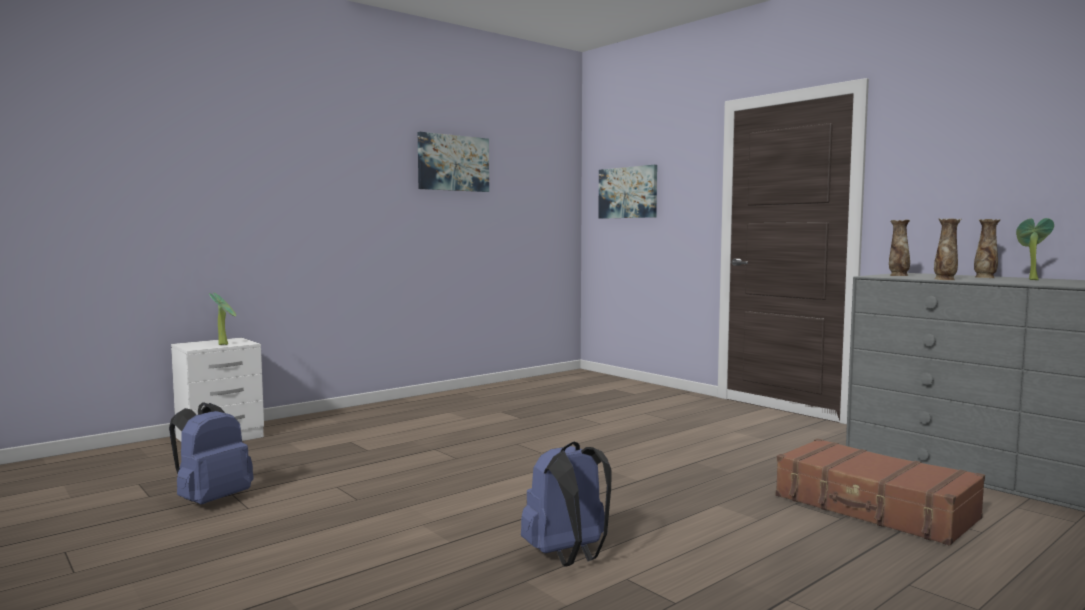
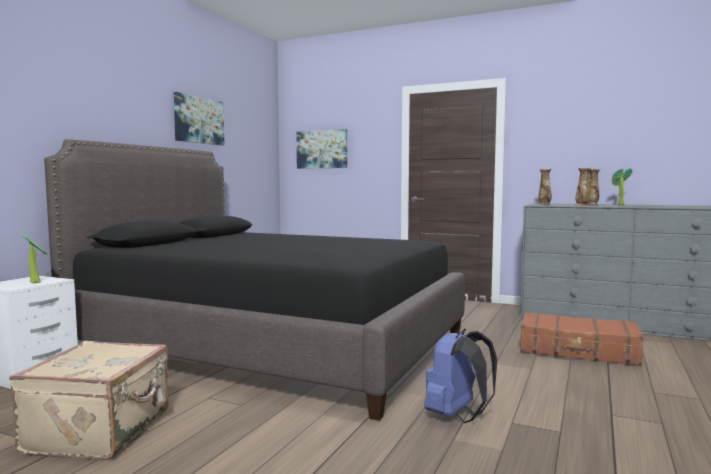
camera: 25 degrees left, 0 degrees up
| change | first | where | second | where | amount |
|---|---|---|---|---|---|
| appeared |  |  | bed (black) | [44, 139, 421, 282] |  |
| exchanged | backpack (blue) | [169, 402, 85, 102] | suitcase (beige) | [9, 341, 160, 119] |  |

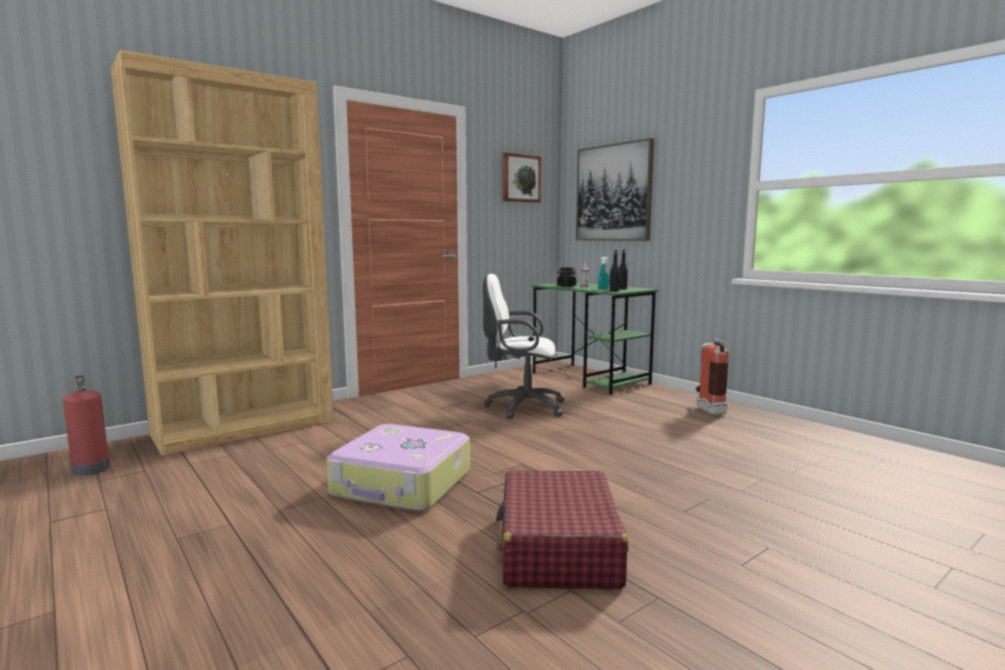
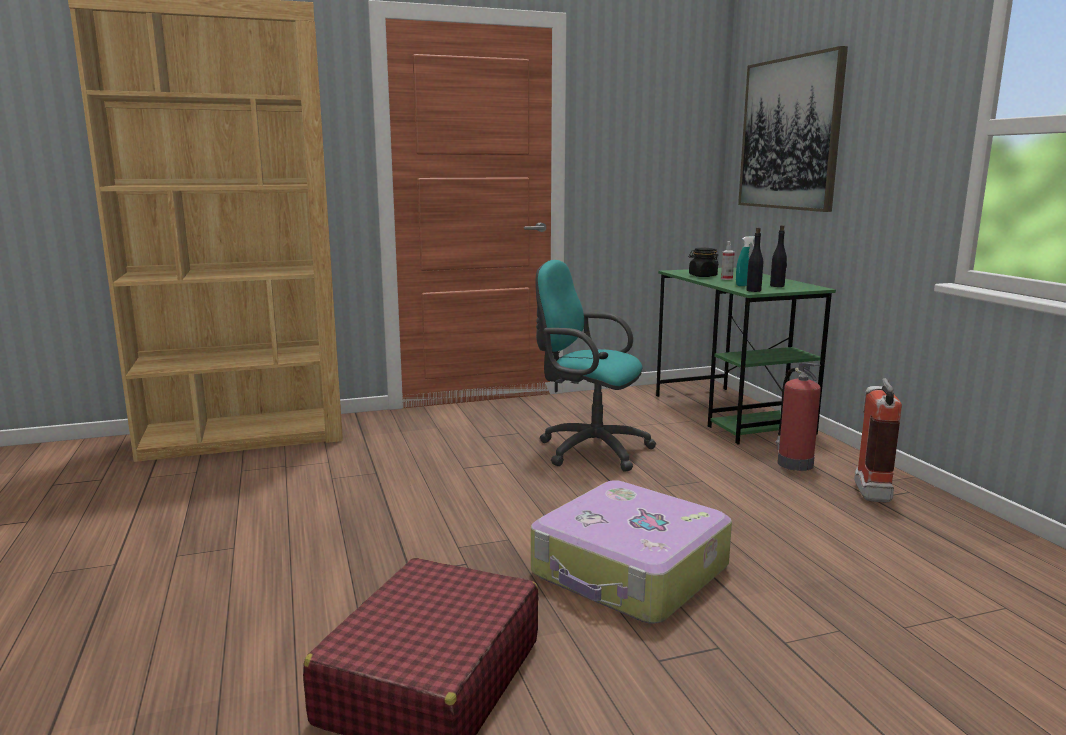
camera: 20 degrees right, 5 degrees up
| change | first | where | second | where | amount |
|---|---|---|---|---|---|
| missing | picture | [503, 153, 38, 50] |  |  |  |
| relocated | fire extinguisher | [63, 375, 47, 101] |  | [775, 363, 46, 108] |  |
| relocated | suitcase | [327, 424, 143, 87] |  | [531, 480, 201, 144] |  |
| colour | office chair (white) | [483, 274, 82, 145] | office chair (turquoise) | [536, 260, 120, 212] |  |

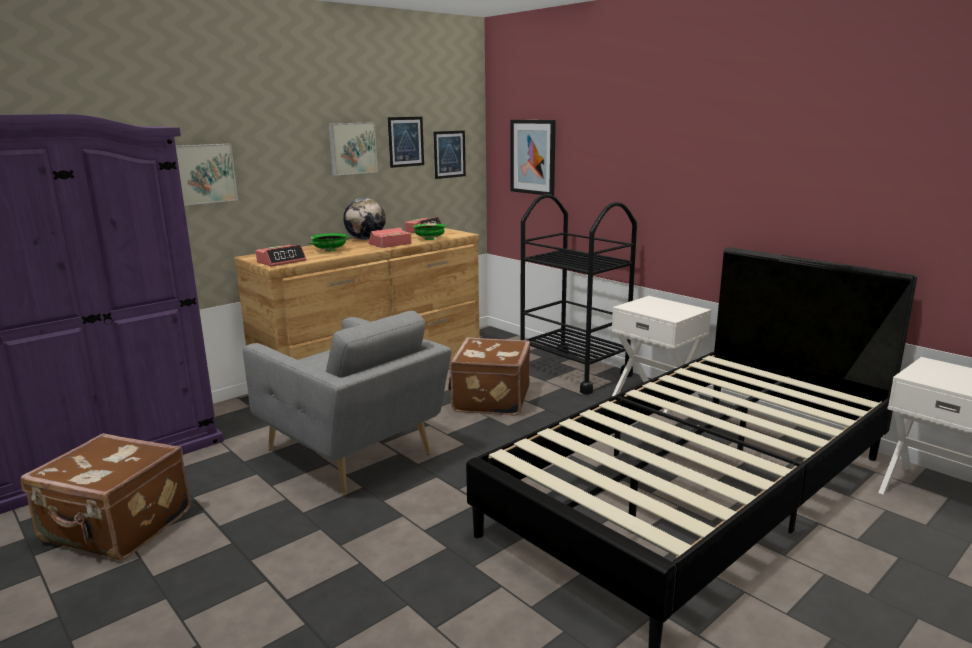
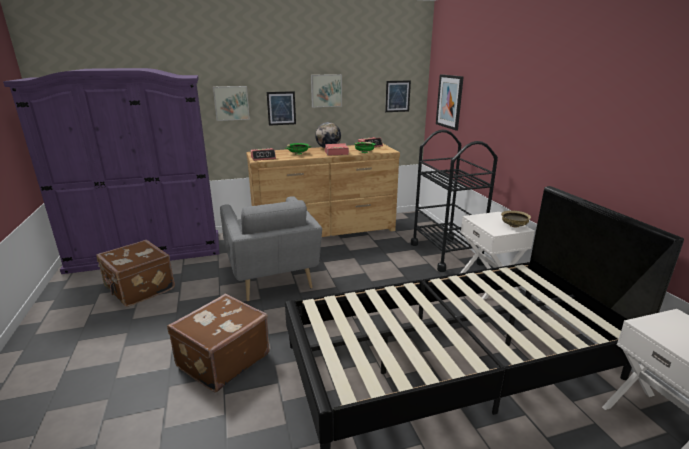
camera: 25 degrees right, 5 degrees up
| change | first | where | second | where | amount |
|---|---|---|---|---|---|
| appeared |  |  | bowl (beige) | [501, 211, 30, 17] |  |
| relocated | picture | [388, 117, 36, 51] |  | [267, 91, 29, 35] |  |
| relocated | suitcase (brown) | [448, 337, 82, 79] |  | [167, 294, 103, 99] |  |

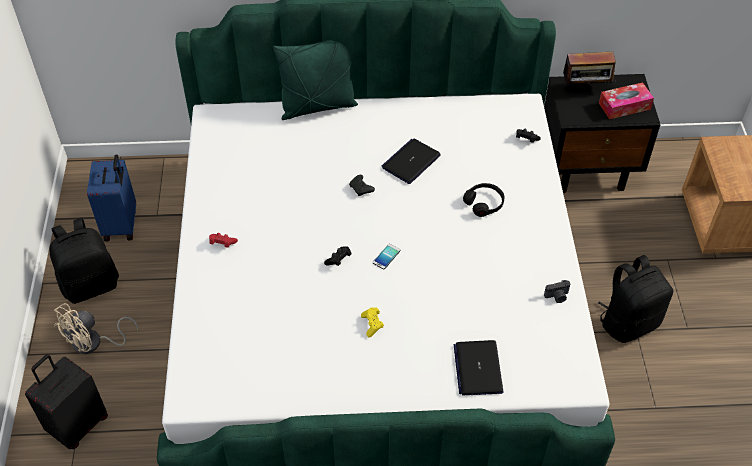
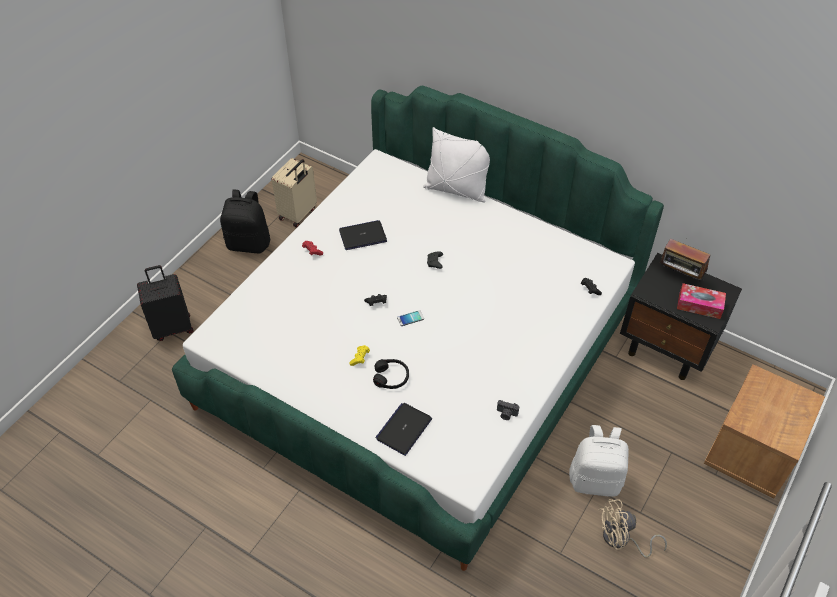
camera: 35 degrees right, 0 degrees up
| change | first | where | second | where | amount |
|---|---|---|---|---|---|
| relocated | fan (beige) | [54, 303, 85, 51] |  | [598, 499, 69, 59] |  |
| relocated | laptop | [382, 139, 59, 45] |  | [339, 220, 48, 30] |  |
| relocated | headphones (black) | [463, 183, 41, 34] |  | [373, 359, 36, 30] |  |
| colour | suitcase (blue) | [87, 154, 49, 88] | suitcase (beige) | [272, 158, 45, 69] |  |
| colour | pillow (green) | [273, 40, 85, 80] | pillow (white) | [423, 127, 67, 75] |  |
| colour | backpack (black) | [598, 255, 75, 88] | backpack (white) | [569, 425, 60, 71] |  |

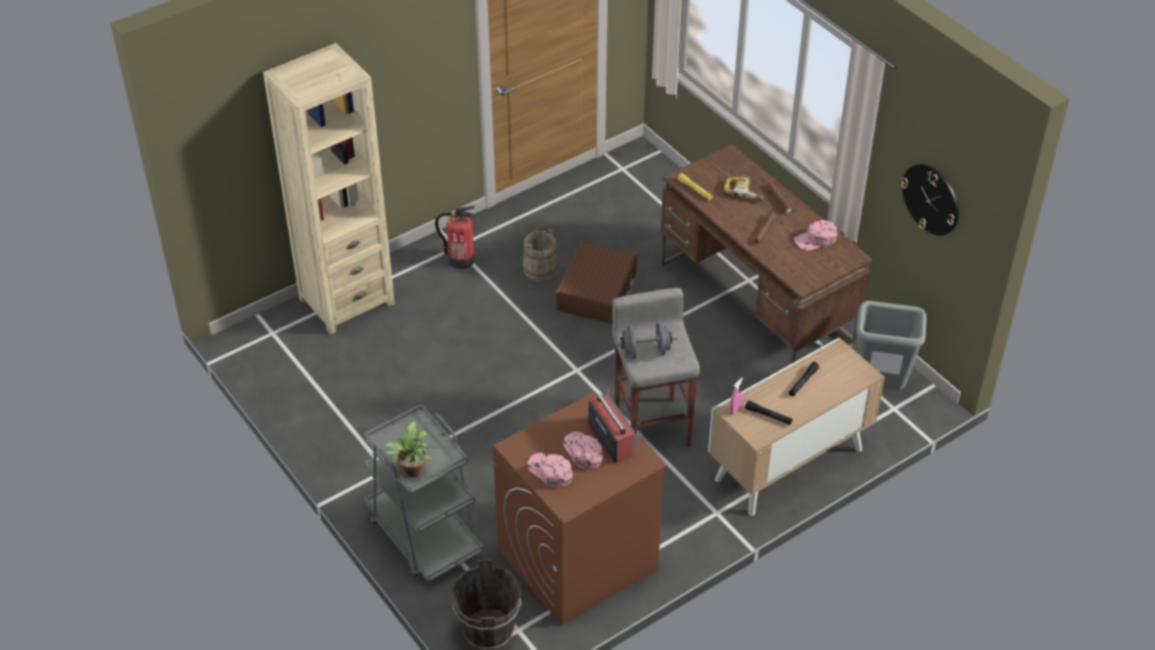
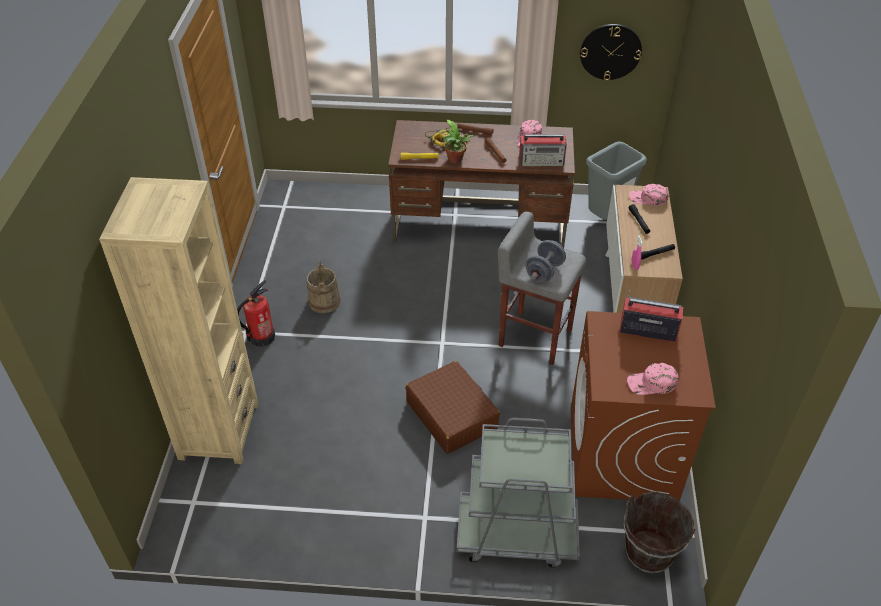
camera: 50 degrees left, 0 degrees up
| change | first | where | second | where | amount |
|---|---|---|---|---|---|
| appeared |  |  | radio | [519, 134, 48, 33] |  |
| relocated | potted plant | [384, 421, 48, 56] |  | [443, 120, 31, 44] |  |
| relocated | suitcase (brown) | [556, 241, 81, 83] |  | [406, 361, 94, 93] |  |
| relocated | cap (pink) | [563, 432, 40, 38] |  | [629, 184, 39, 22] |  |

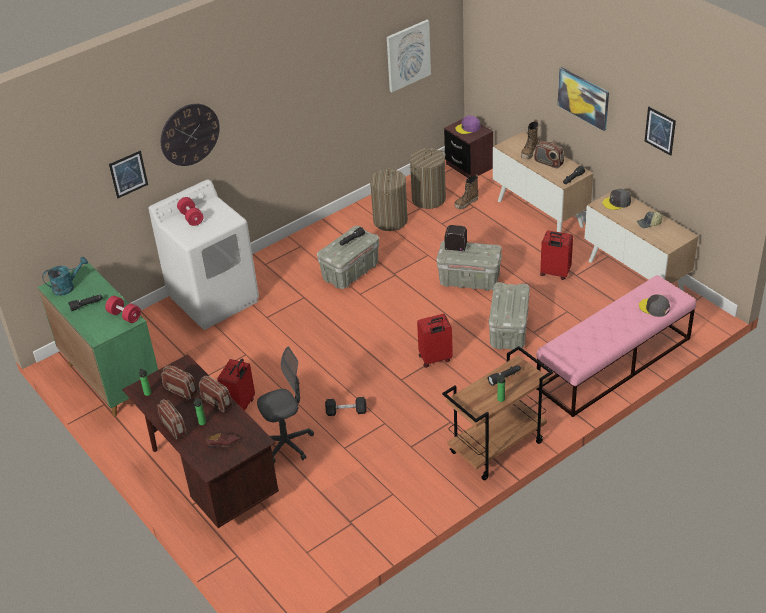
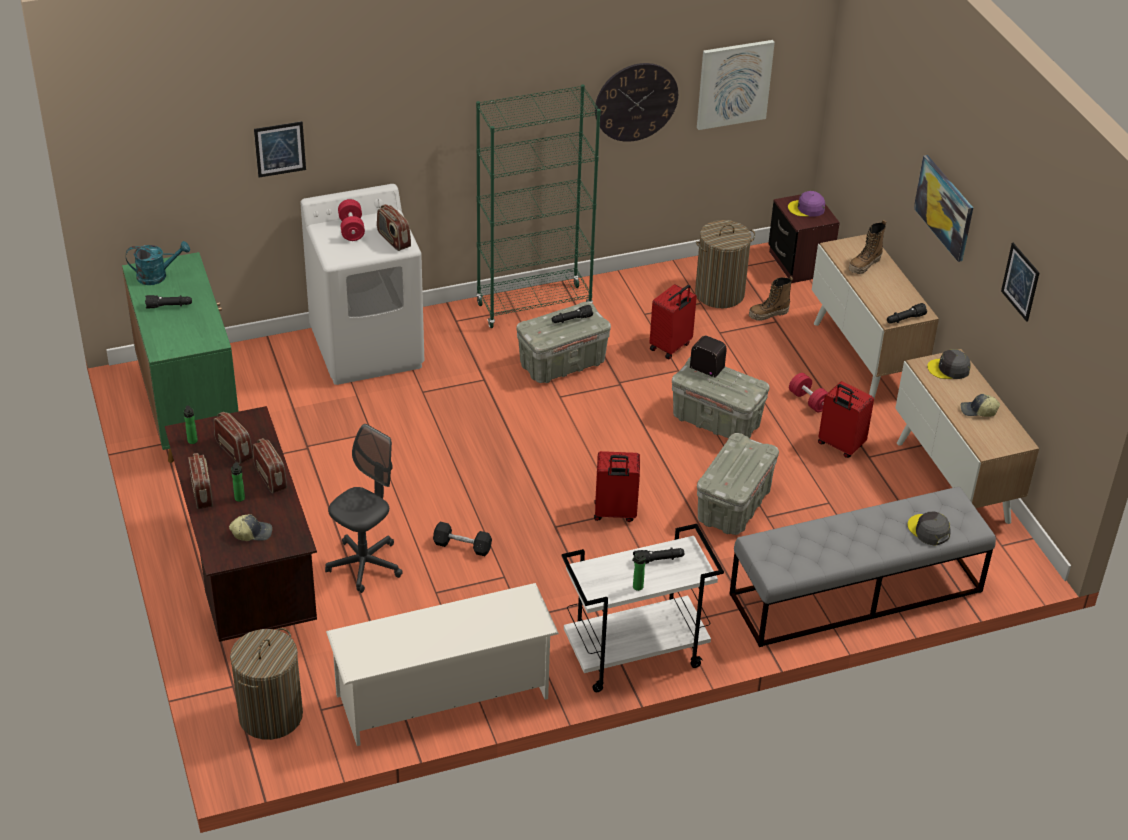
camera: 15 degrees right, 0 degrees up
| change | first | where | second | where | amount |
|---|---|---|---|---|---|
| appeared |  |  | shoe rack (white) | [326, 583, 233, 163] |  |
| appeared |  |  | bookcase (green) | [476, 85, 125, 243] |  |
| relocated | dumbbell (red) | [105, 296, 36, 27] |  | [789, 373, 39, 39] |  |
| relocated | wall clock | [161, 104, 59, 62] |  | [595, 63, 83, 79] |  |
| relocated | suitcase (red) | [217, 359, 38, 52] |  | [650, 284, 47, 75] |  |
| relocated | laundry basket | [370, 168, 38, 63] |  | [230, 628, 73, 112] |  |
| relocated | radio | [534, 141, 30, 28] |  | [377, 204, 34, 47] |  |
| exchanged | shoe (brown) | [206, 433, 34, 15] | cap | [229, 514, 43, 27] |  |
| colour | cart (brown) | [442, 346, 111, 134] | cart (white) | [562, 524, 162, 168] |  |
| colour | bench (pink) | [536, 275, 160, 142] | bench (grey) | [730, 487, 266, 160] |  |
| spun | office chair (grey) | [257, 347, 57, 116] |  | [325, 424, 78, 169] | 45 degrees counterclockwise |

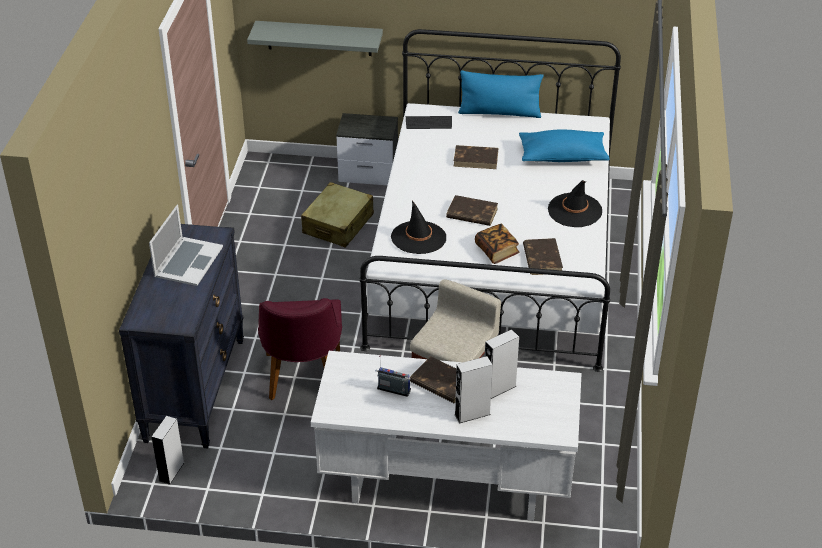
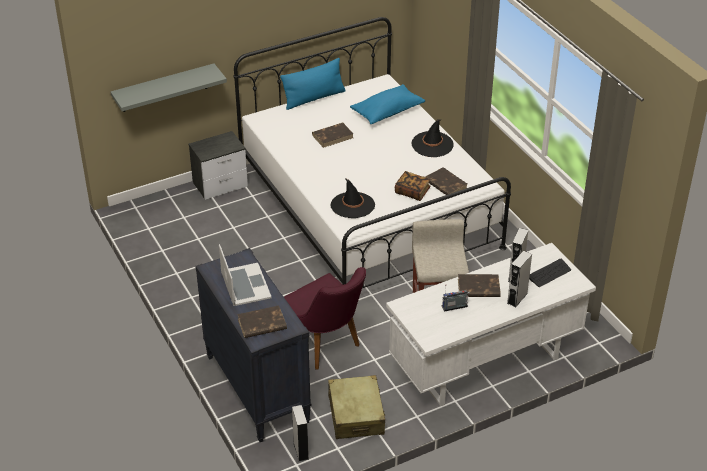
camera: 35 degrees left, 0 degrees up
| change | first | where | second | where | amount |
|---|---|---|---|---|---|
| relocated | suitcase (beige) | [301, 182, 73, 66] |  | [328, 375, 57, 64] |  |
| relocated | keyboard | [406, 116, 46, 13] |  | [529, 259, 42, 28] |  |
| relocated | book (brown) | [446, 195, 52, 31] |  | [237, 305, 50, 33] |  |

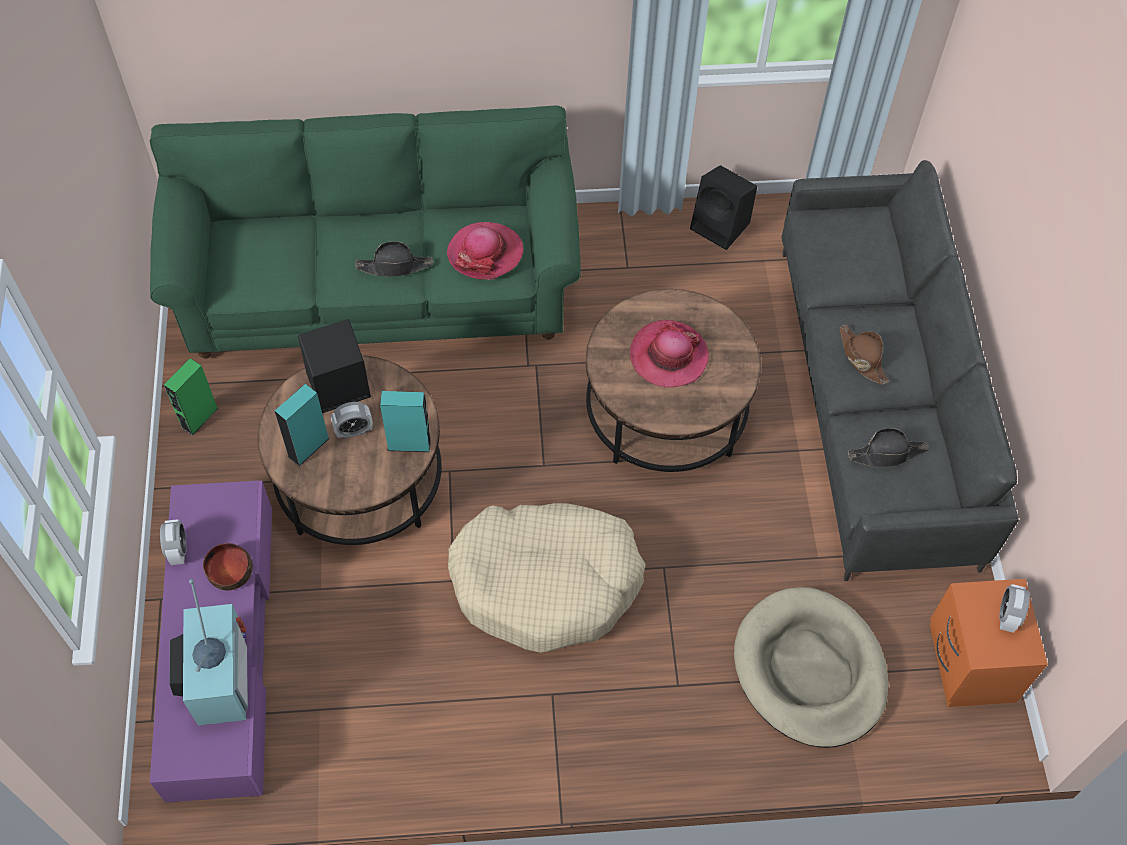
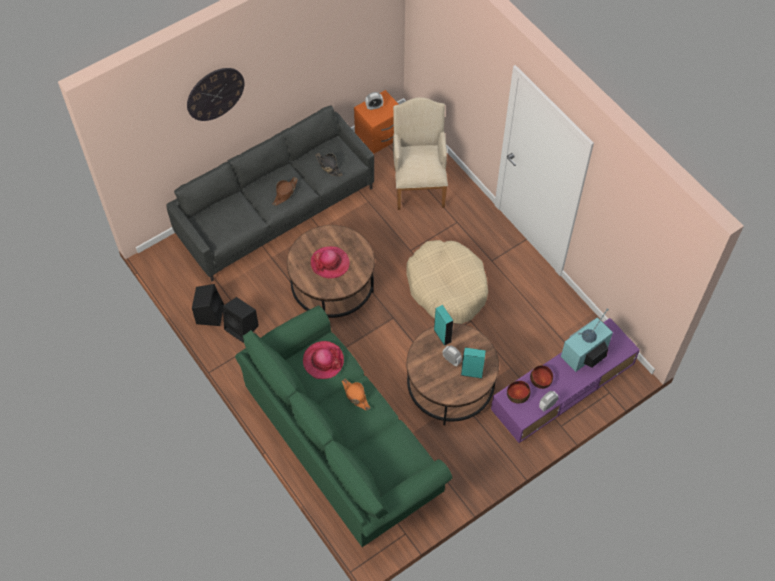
camera: 120 degrees left, 0 degrees up
| change | first | where | second | where | amount |
|---|---|---|---|---|---|
| missing | speaker (green) | [164, 358, 54, 78] |  |  |  |
| appeared |  |  | wall clock | [187, 68, 57, 53] |  |
| appeared |  |  | bowl | [507, 381, 23, 23] |  |
| relocated | speaker (black) | [298, 319, 73, 94] |  | [223, 297, 36, 46] |  |
| exchanged | dog bed (beige) | [734, 587, 155, 161] | armchair (beige) | [393, 97, 55, 113] |  |
| colour | hat (black) | [355, 241, 78, 36] | hat (orange) | [342, 379, 28, 31] |  |

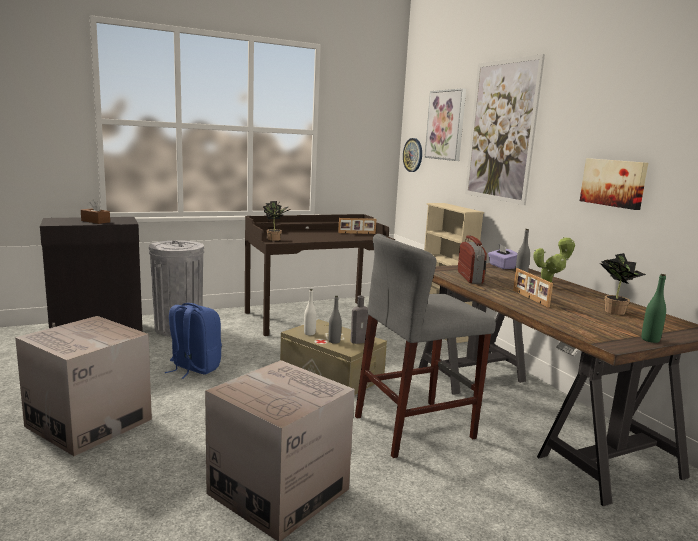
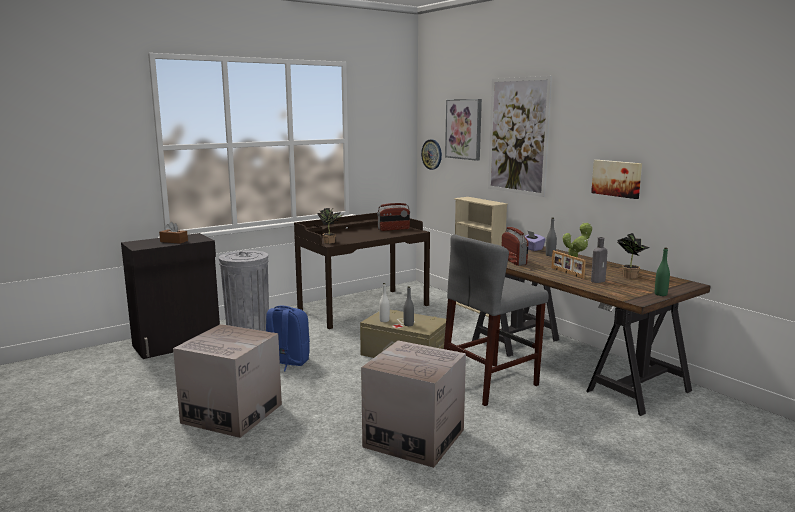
camera: 10 degrees left, 0 degrees up
| change | first | where | second | where | amount |
|---|---|---|---|---|---|
| relocated | bottle (grey) | [351, 295, 17, 49] |  | [591, 237, 16, 46] |  |
| exchanged | picture frame | [338, 218, 38, 16] | radio | [377, 203, 33, 28] |  |

